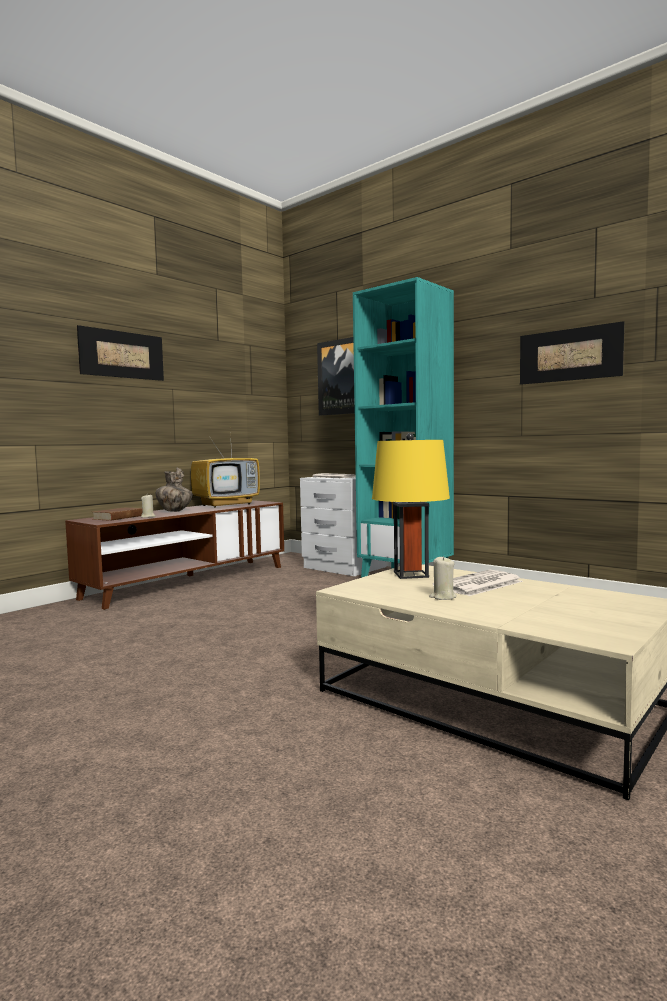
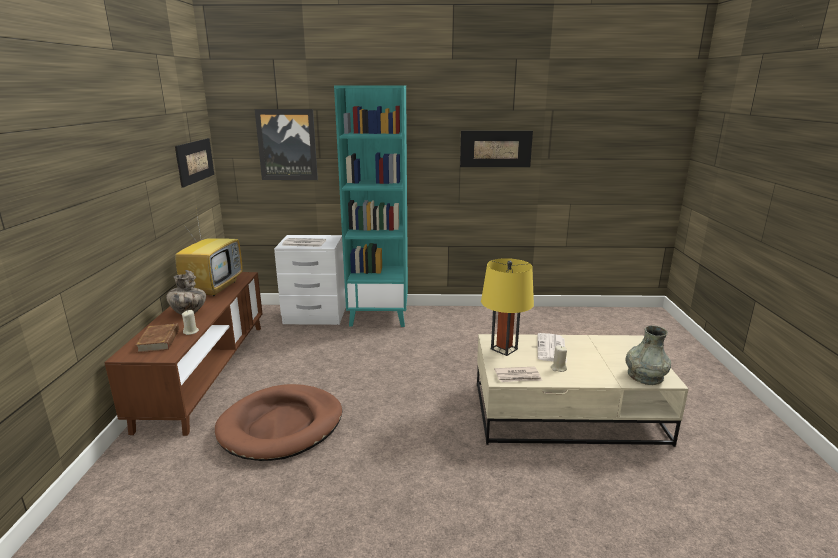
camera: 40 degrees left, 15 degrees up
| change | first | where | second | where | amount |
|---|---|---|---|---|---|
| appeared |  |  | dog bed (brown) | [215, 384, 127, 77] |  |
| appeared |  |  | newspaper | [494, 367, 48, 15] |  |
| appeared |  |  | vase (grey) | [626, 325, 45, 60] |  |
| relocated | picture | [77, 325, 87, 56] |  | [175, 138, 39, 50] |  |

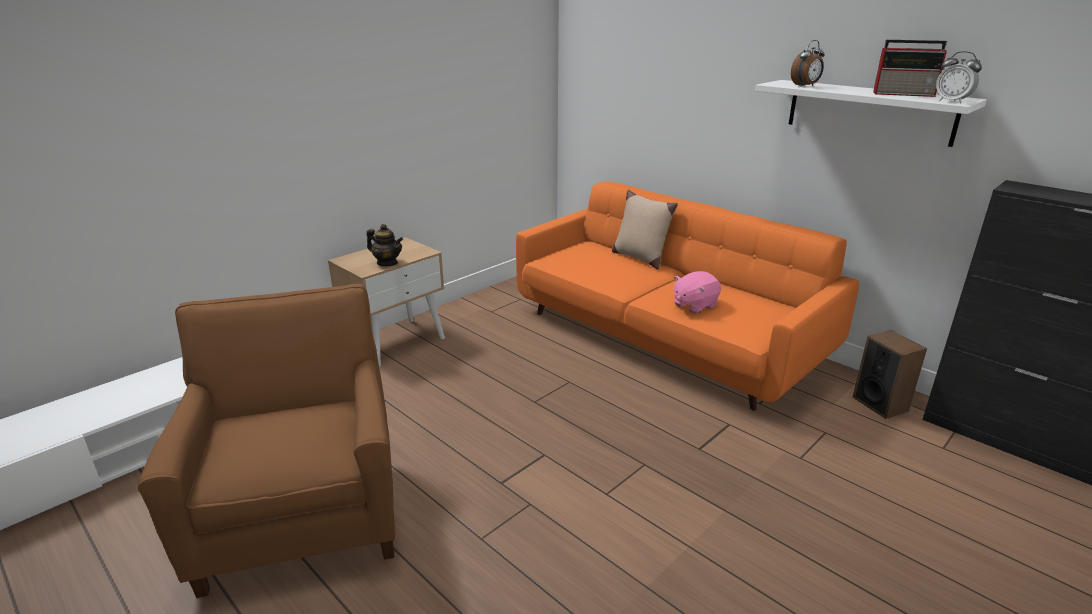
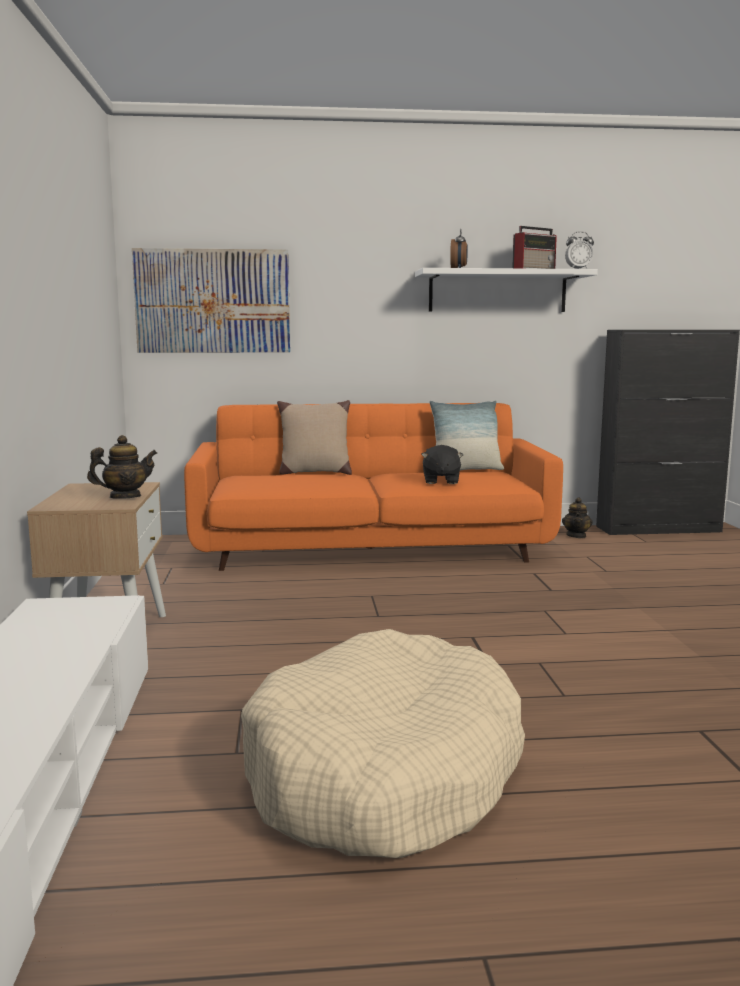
camera: 50 degrees left, 15 degrees down
| change | first | where | second | where | amount |
|---|---|---|---|---|---|
| appeared |  |  | picture | [132, 248, 158, 105] |  |
| appeared |  |  | pillow | [429, 400, 75, 70] |  |
| exchanged | armchair (brown) | [138, 284, 257, 314] | dog bed (beige) | [241, 629, 284, 229] |  |
| exchanged | speaker | [853, 330, 74, 89] | teapot | [562, 497, 31, 41] |  |
| colour | plush toy (pink) | [673, 271, 48, 43] | plush toy (black) | [421, 445, 42, 39] |  |

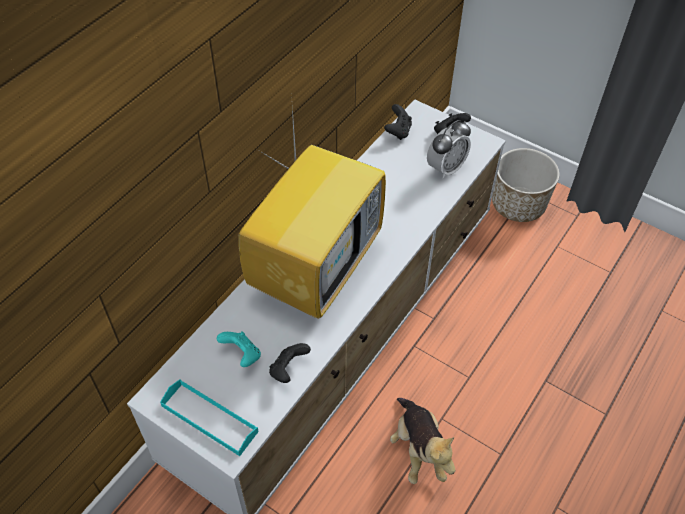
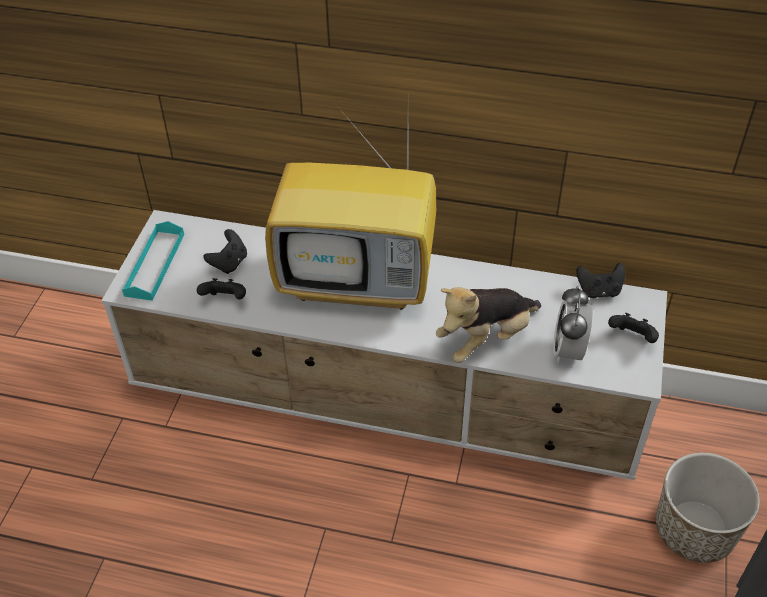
camera: 70 degrees right, 5 degrees down
| change | first | where | second | where | amount |
|---|---|---|---|---|---|
| relocated | plush toy | [390, 398, 65, 86] |  | [436, 287, 105, 76] |  |
| colour | game controller (turquoise) | [217, 332, 44, 35] | game controller (black) | [203, 229, 44, 45] |  |
| spun | alarm clock | [427, 120, 44, 59] |  | [553, 286, 39, 77] | 75 degrees clockwise |

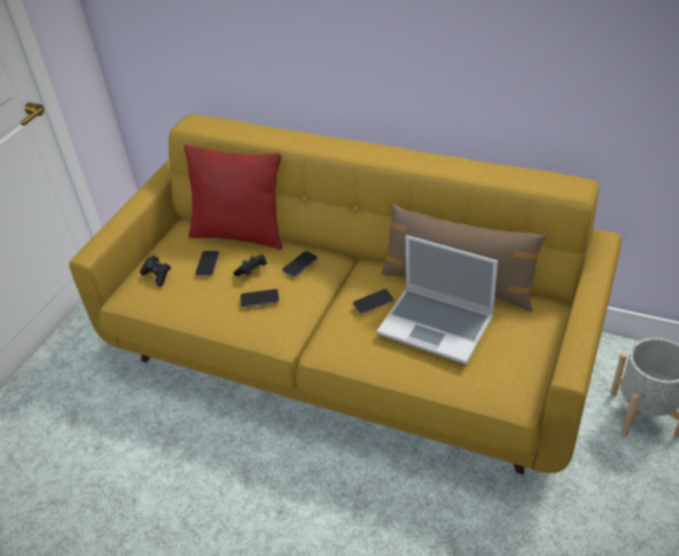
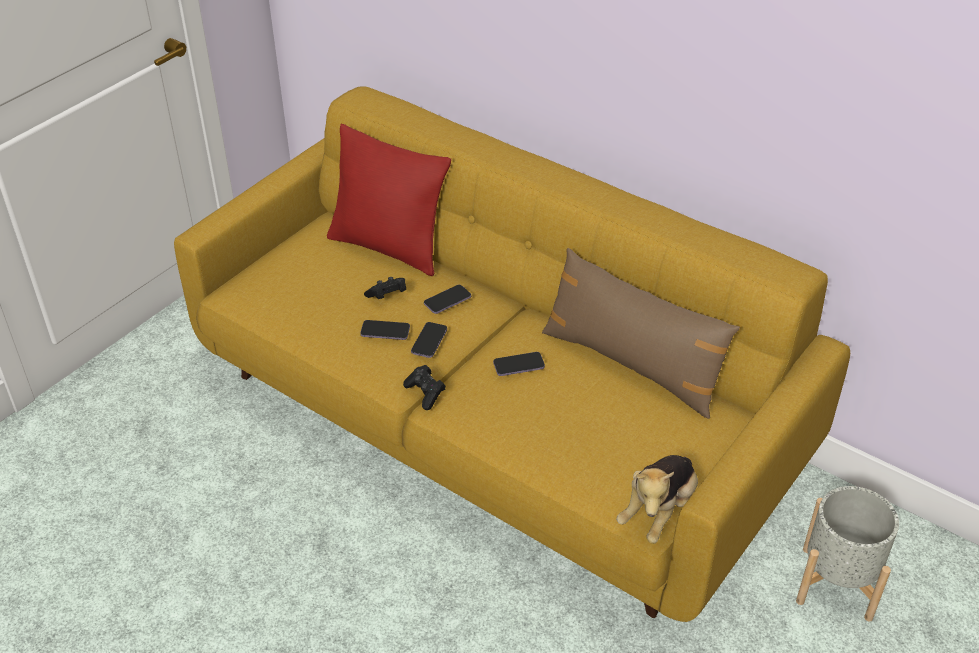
camera: 10 degrees right, 0 degrees up
| change | first | where | second | where | amount |
|---|---|---|---|---|---|
| missing | laptop | [377, 235, 121, 129] |  |  |  |
| appeared |  |  | plush toy | [616, 455, 82, 89] |  |
| relocated | game controller (black) | [140, 256, 31, 30] |  | [403, 365, 43, 45] |  |
| relocated | phone | [195, 251, 24, 25] |  | [411, 322, 36, 36] |  |

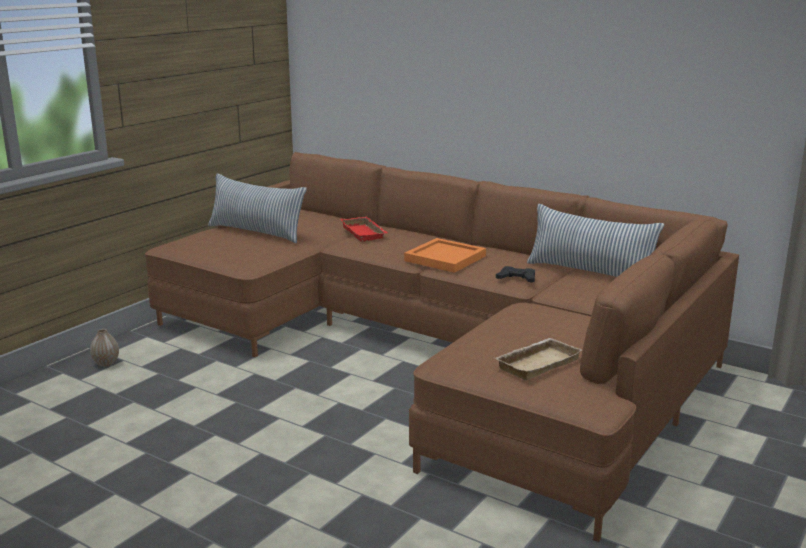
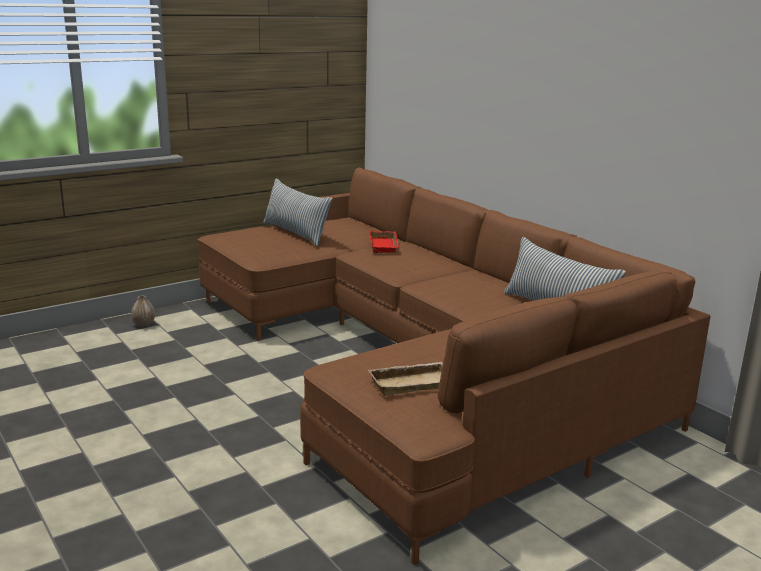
camera: 20 degrees right, 0 degrees up
| change | first | where | second | where | amount |
|---|---|---|---|---|---|
| missing | tray (orange) | [404, 238, 82, 35] |  |  |  |
| missing | game controller (black) | [496, 266, 39, 16] |  |  |  |

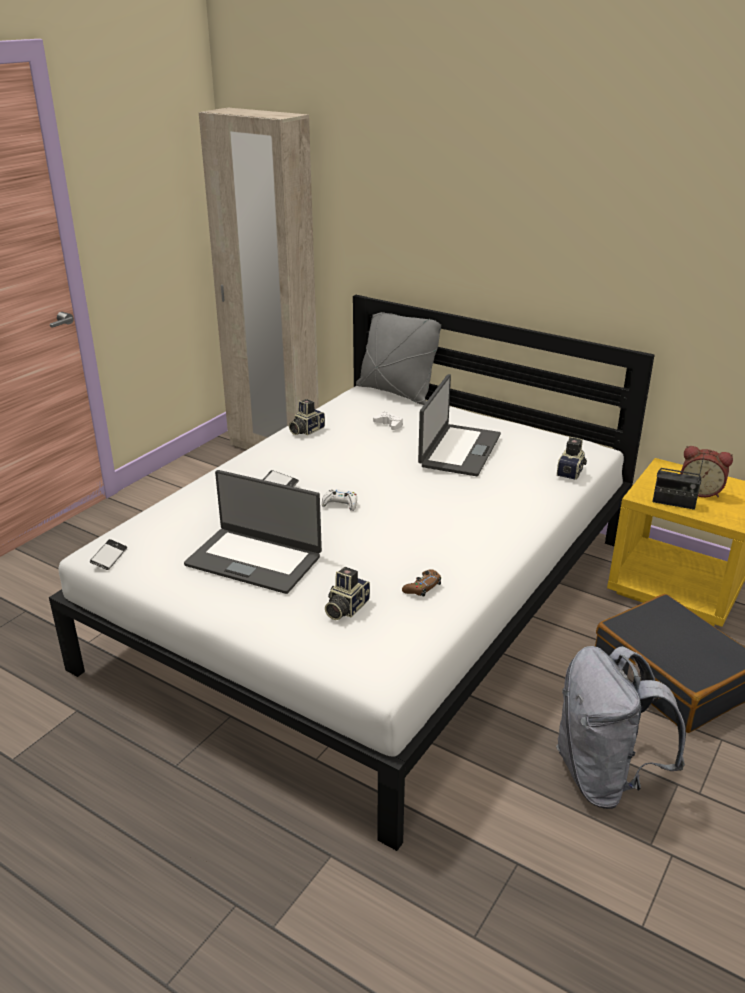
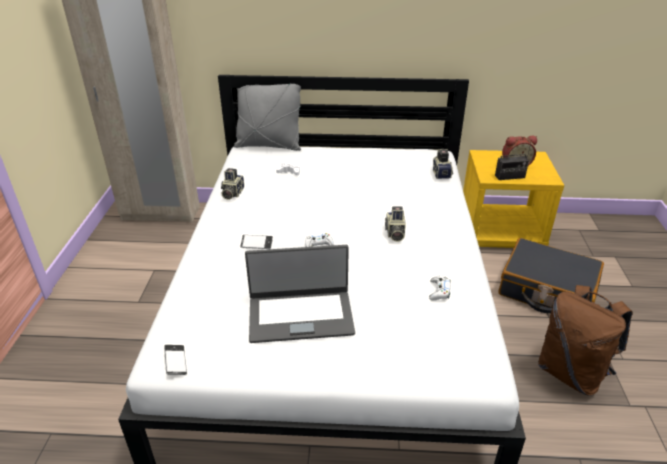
camera: 30 degrees left, 5 degrees up
| change | first | where | second | where | amount |
|---|---|---|---|---|---|
| missing | laptop | [418, 374, 83, 102] |  |  |  |
| relocated | photo camera | [325, 567, 45, 53] |  | [385, 206, 21, 36] |  |
| colour | game controller (brown) | [402, 569, 39, 28] | game controller (white) | [429, 275, 22, 26] |  |
| colour | backpack (grey) | [556, 646, 130, 163] | backpack (brown) | [538, 285, 95, 110] |  |

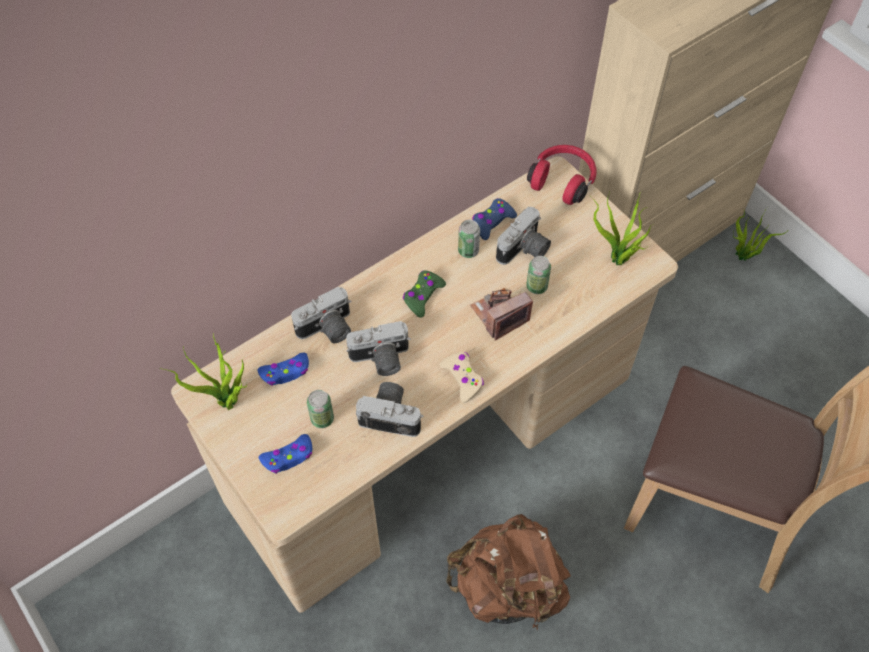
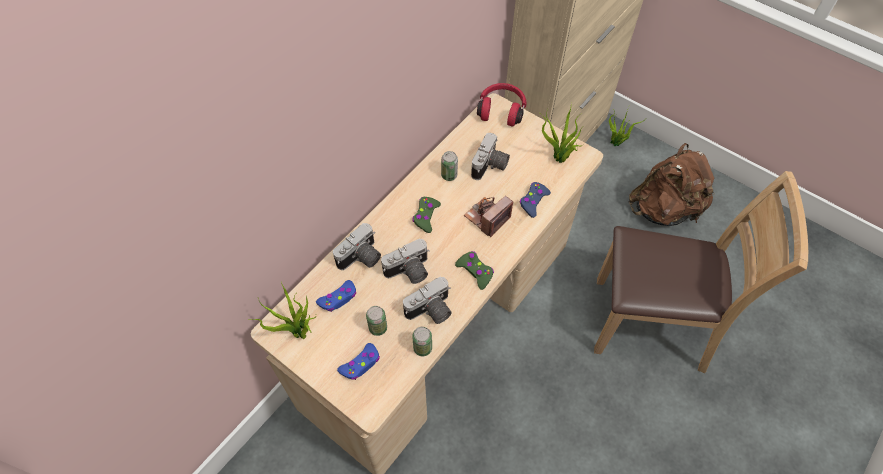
camera: 15 degrees left, 0 degrees up
| change | first | where | second | where | amount |
|---|---|---|---|---|---|
| relocated | backpack (brown) | [446, 514, 125, 116] |  | [629, 143, 86, 83] |  |
| relocated | game controller (blue) | [472, 198, 45, 42] |  | [520, 182, 31, 36] |  |
| relocated | can | [526, 256, 25, 38] |  | [412, 327, 20, 29] |  |
| colour | game controller (beige) | [440, 352, 44, 51] | game controller (green) | [455, 251, 39, 39] |  |
| spun | photo camera | [356, 382, 67, 55] |  | [403, 276, 49, 48] | 150 degrees clockwise |

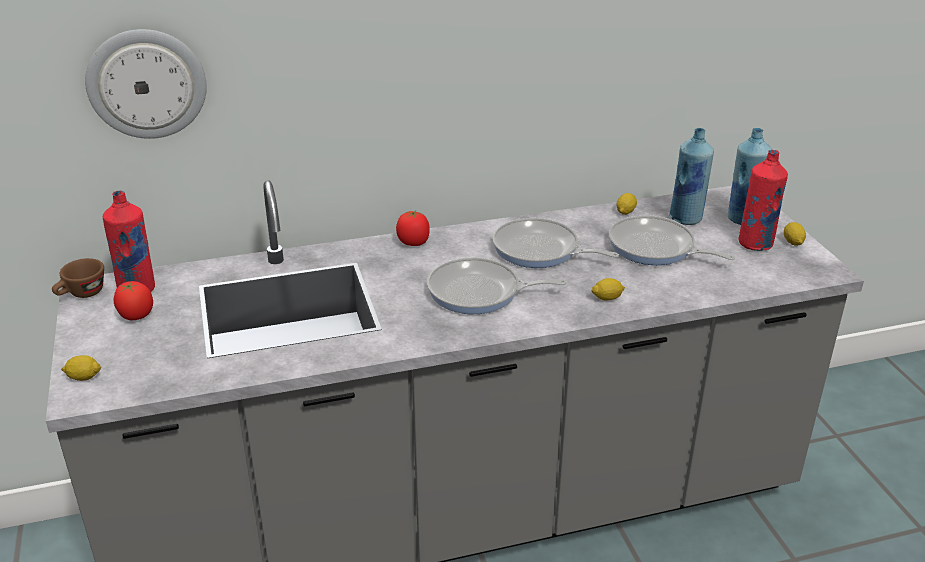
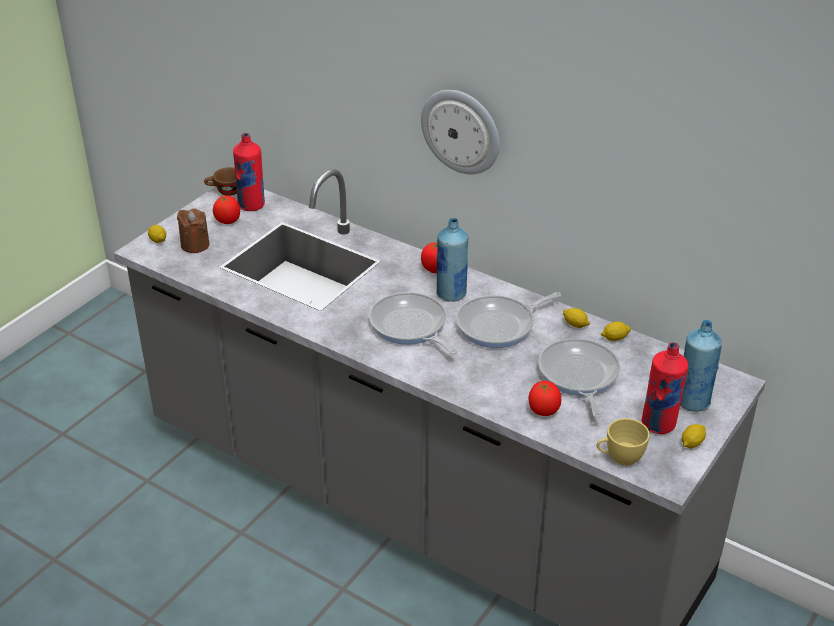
camera: 50 degrees right, 5 degrees up
| change | first | where | second | where | amount |
|---|---|---|---|---|---|
| appeared |  |  | candle (brown) | [177, 208, 33, 45] |  |
| appeared |  |  | tomato | [529, 381, 32, 35] |  |
| appeared |  |  | cup (yellow) | [596, 418, 54, 48] |  |
| relocated | wall clock | [85, 29, 122, 110] |  | [421, 90, 78, 85] |  |
| relocated | lemon | [591, 278, 34, 23] |  | [563, 308, 27, 20] |  |
| relocated | bottle (blue) | [669, 128, 45, 97] |  | [436, 218, 32, 84] |  |
| spun | frying pan | [493, 218, 126, 50] |  | [456, 292, 105, 56] | 105 degrees counterclockwise |

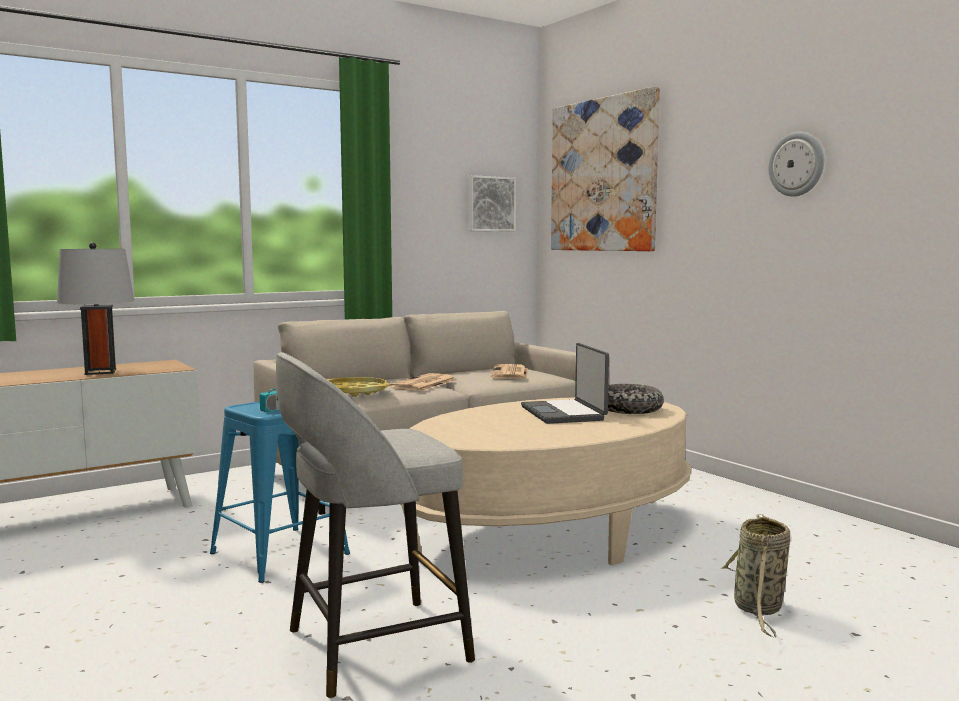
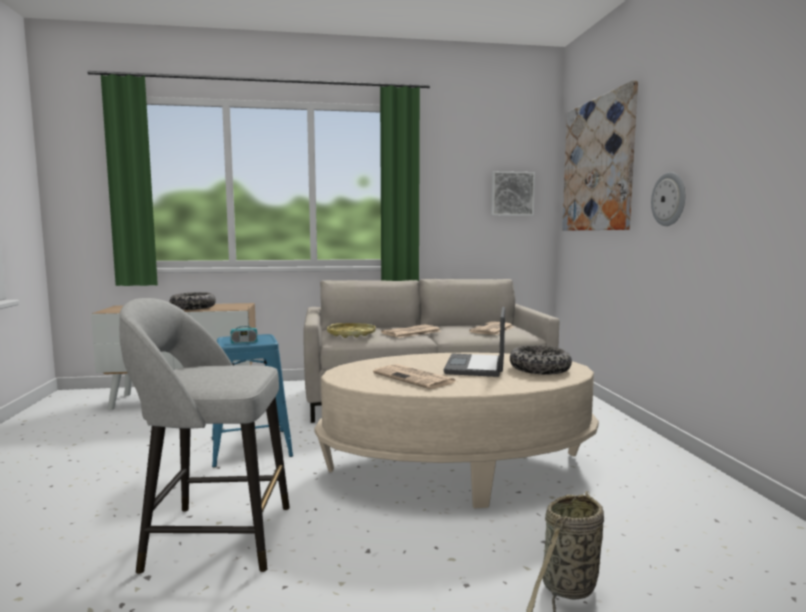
camera: 25 degrees right, 0 degrees up
| change | first | where | second | where | amount |
|---|---|---|---|---|---|
| appeared |  |  | newspaper | [373, 364, 84, 25] |  |
| relocated | wall clock | [768, 132, 56, 65] |  | [651, 172, 34, 54] |  |
| exchanged | table lamp (grey) | [57, 242, 77, 133] | bowl | [170, 292, 46, 18] |  |

